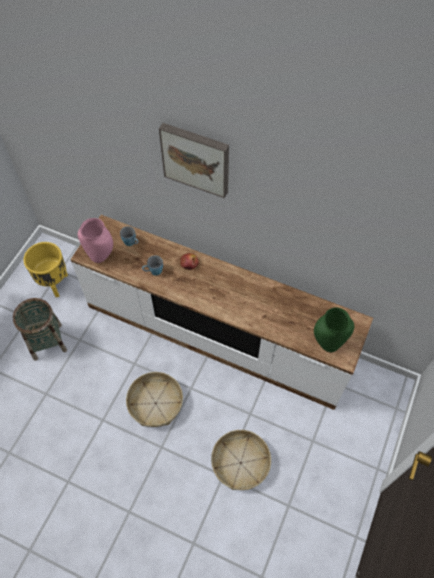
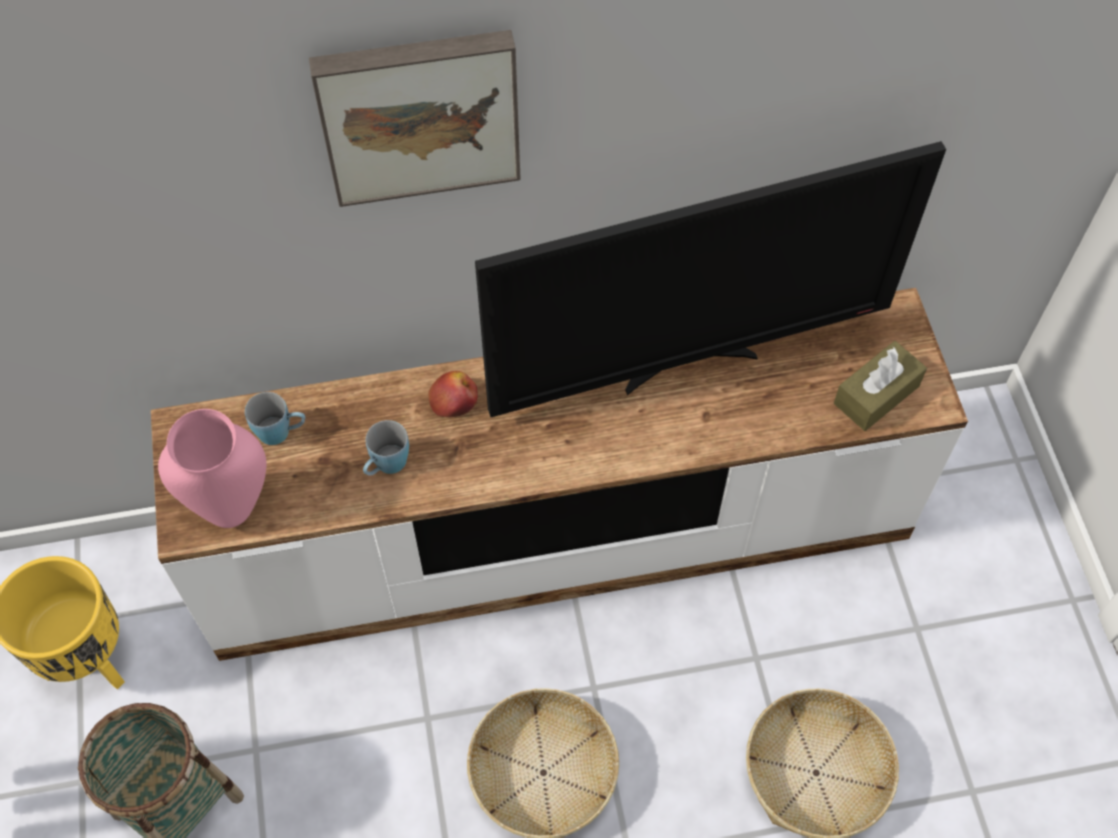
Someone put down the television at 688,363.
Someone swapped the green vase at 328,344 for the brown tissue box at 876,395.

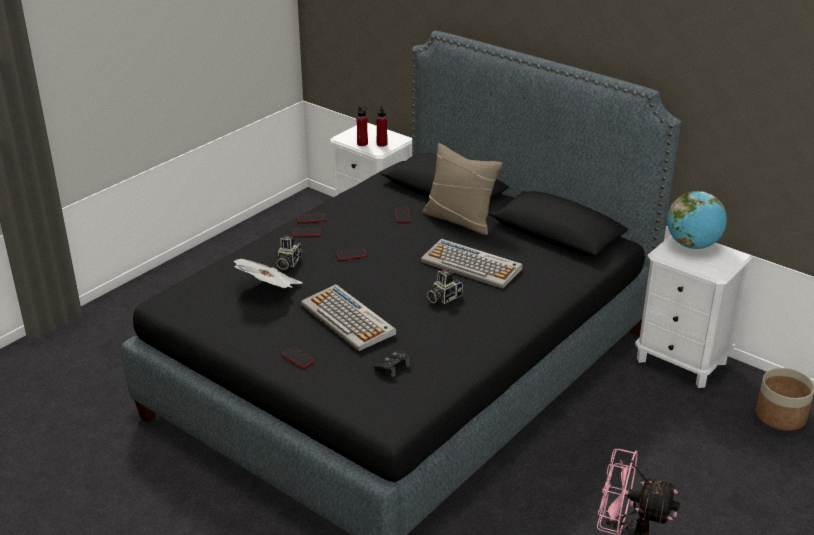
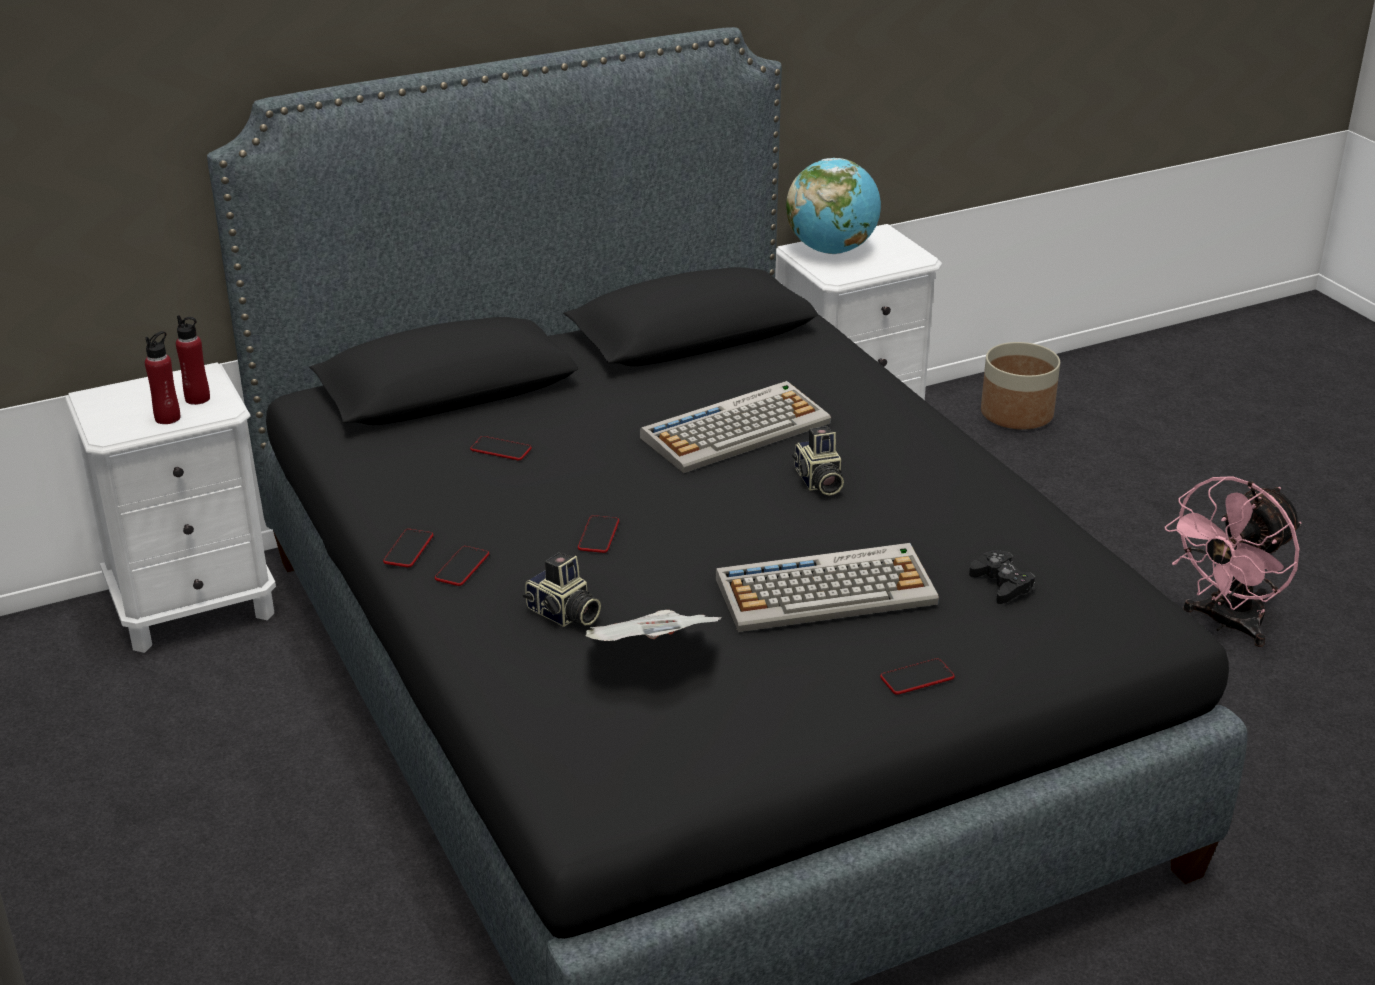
Someone took away the beige pillow at 460,220.

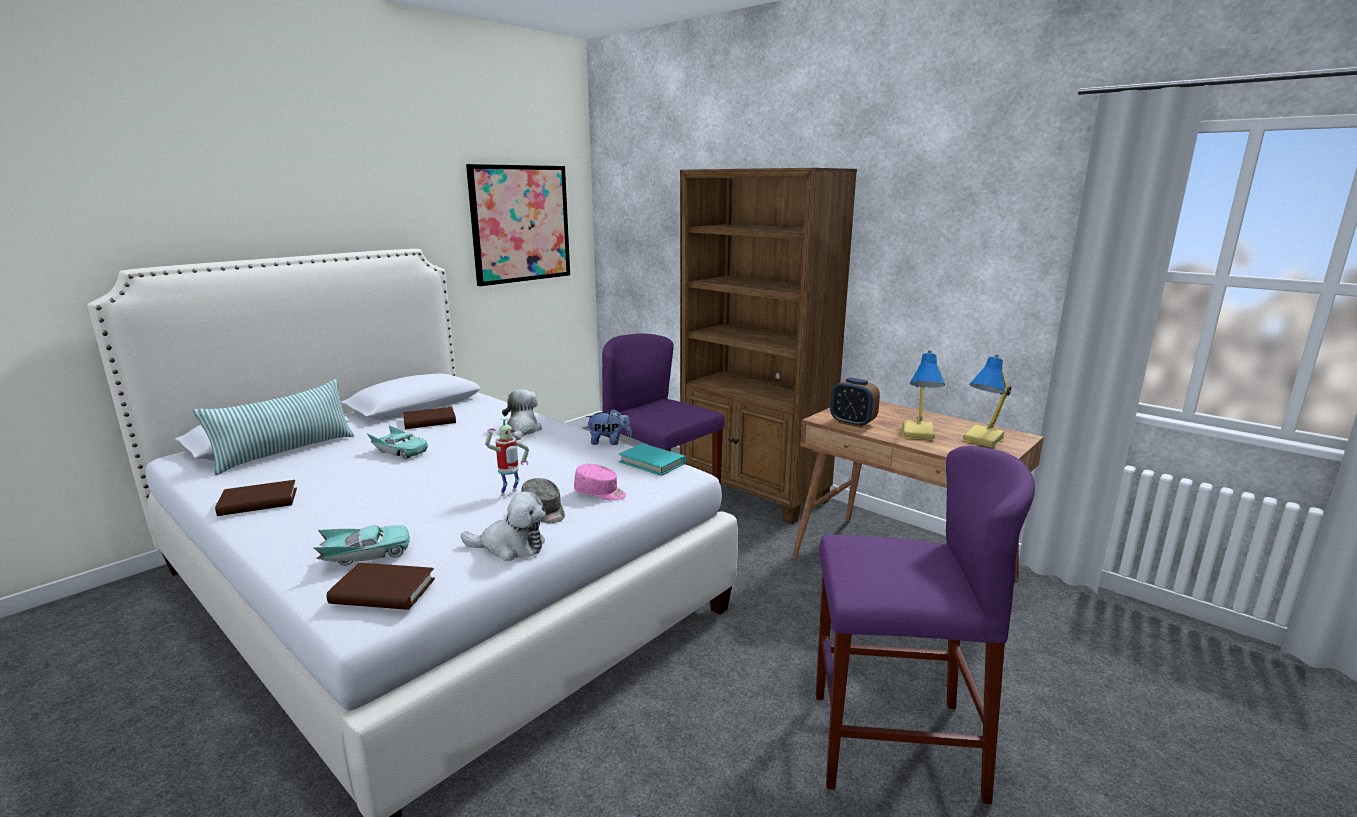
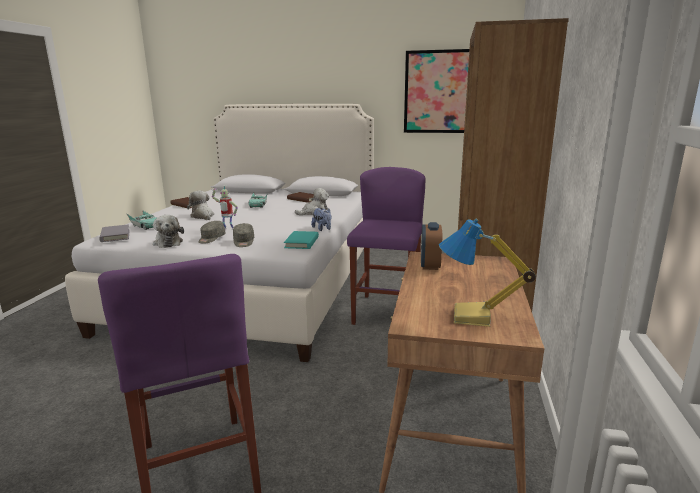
Someone took away the pillow at 285,452.
Someone took away the table lamp at 919,434.
Someone put down the plush toy at 202,216.
Someone repainted the brown book at 383,591, which became the grey book at 115,236.
Someone repainted the pink cap at 600,493, which became the grey cap at 243,242.

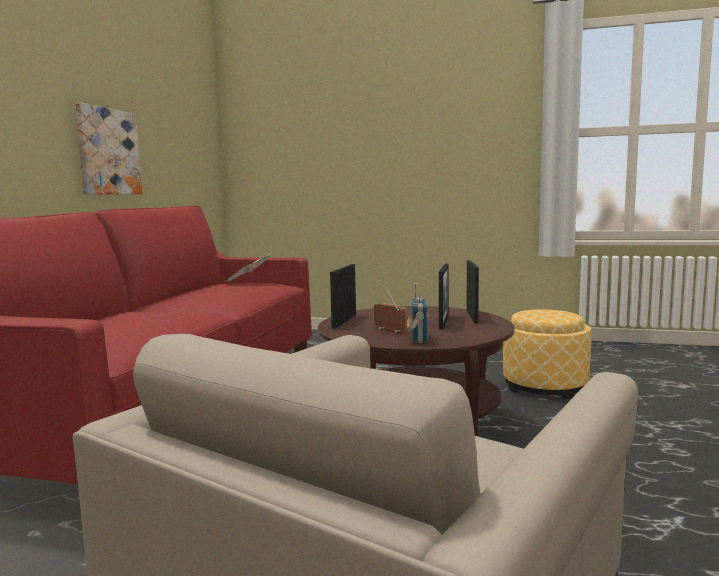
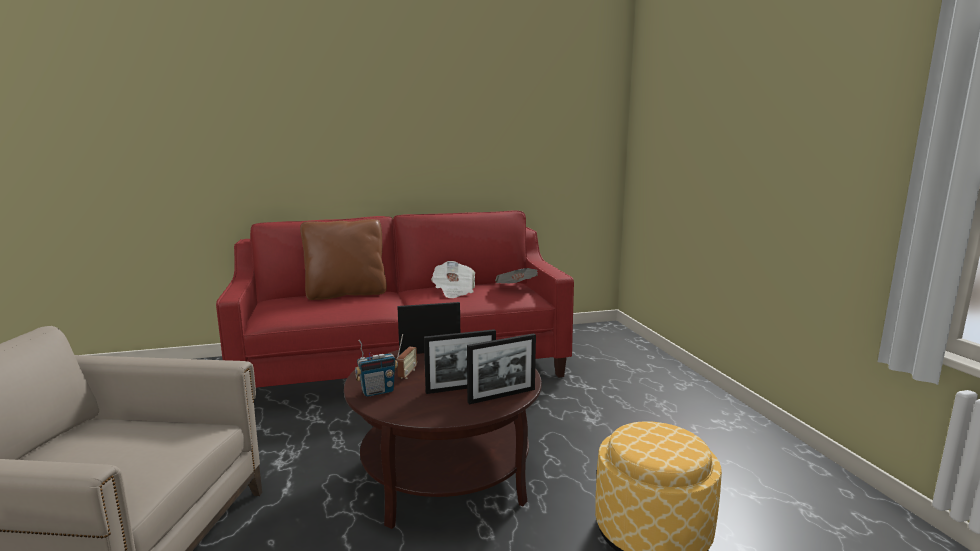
Someone took away the picture at 108,152.
Someone put down the brown pillow at 346,294.
Someone put down the newspaper at 454,292.

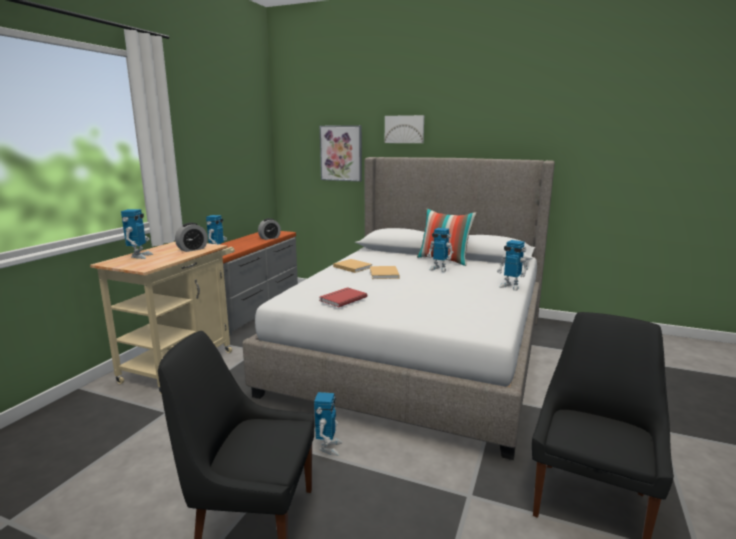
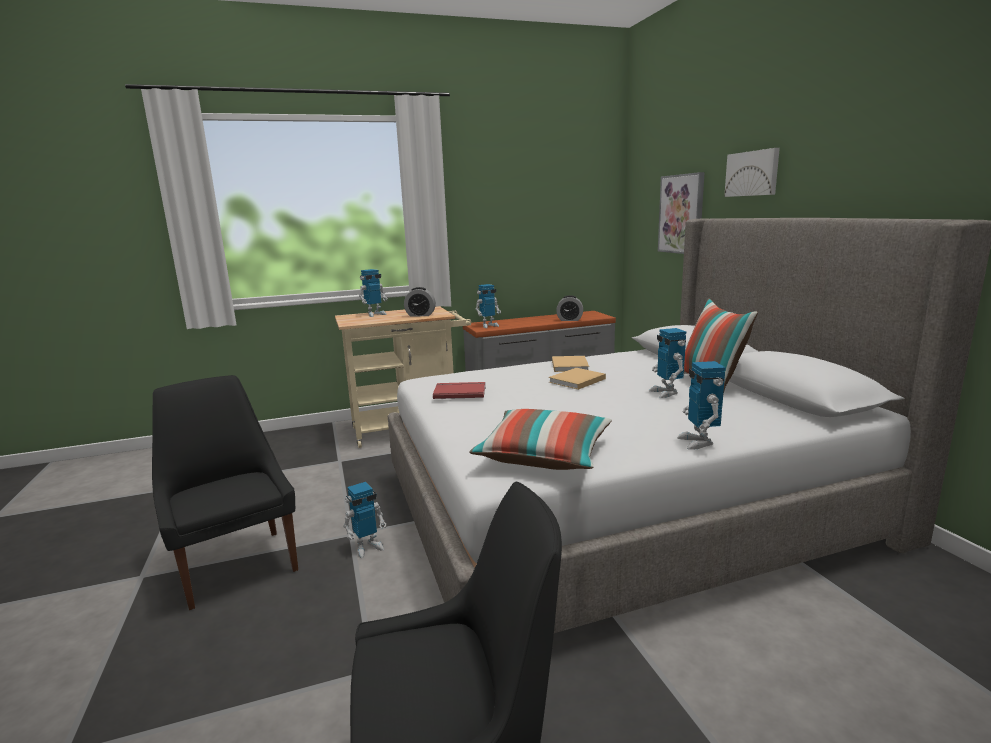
Someone put down the pillow at 544,456.

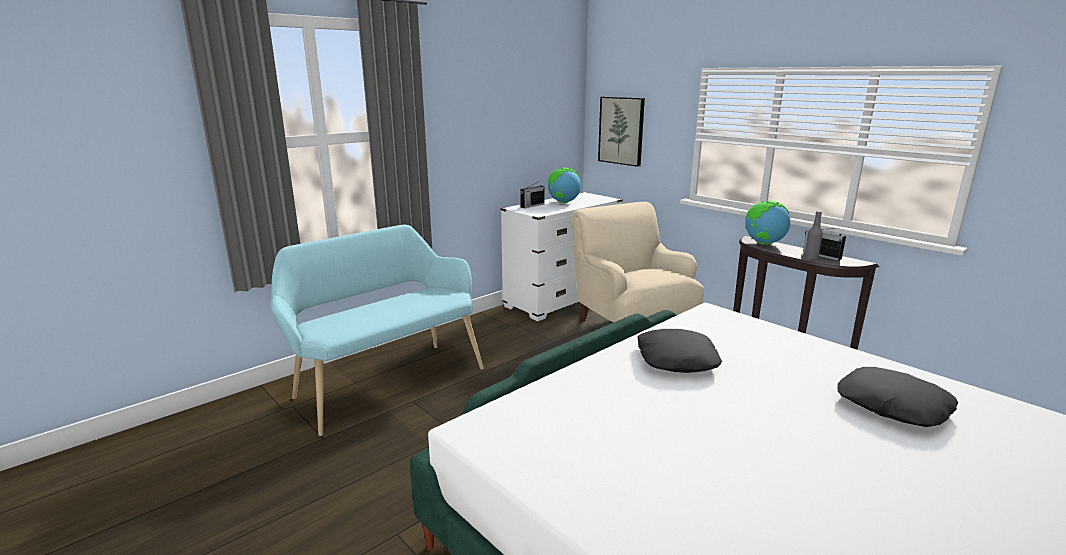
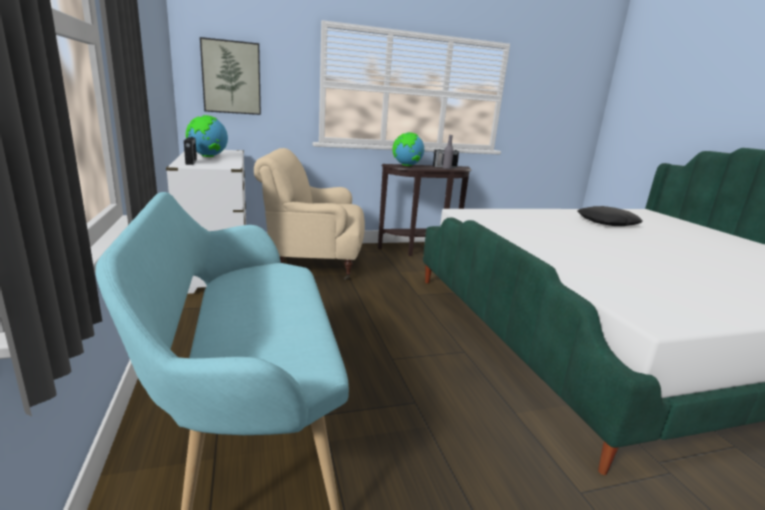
Someone took away the black pillow at 676,359.

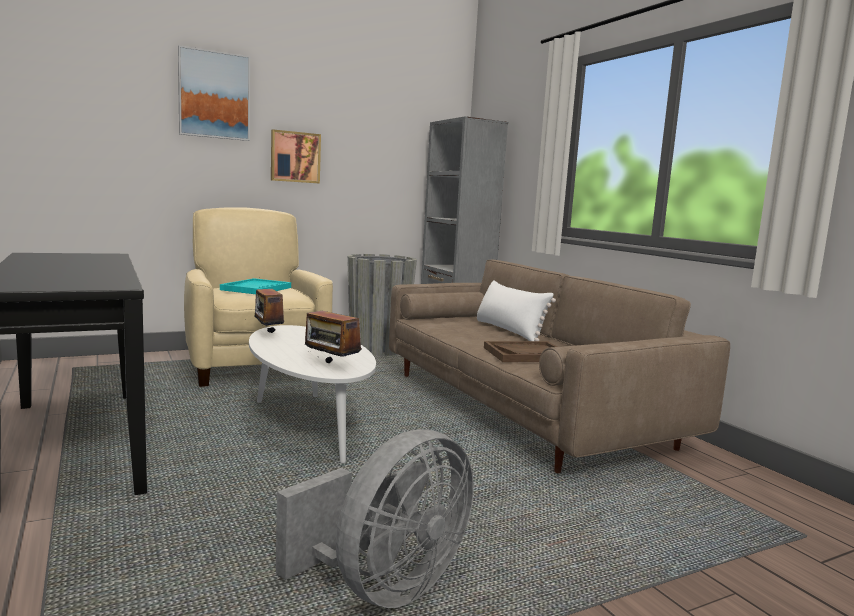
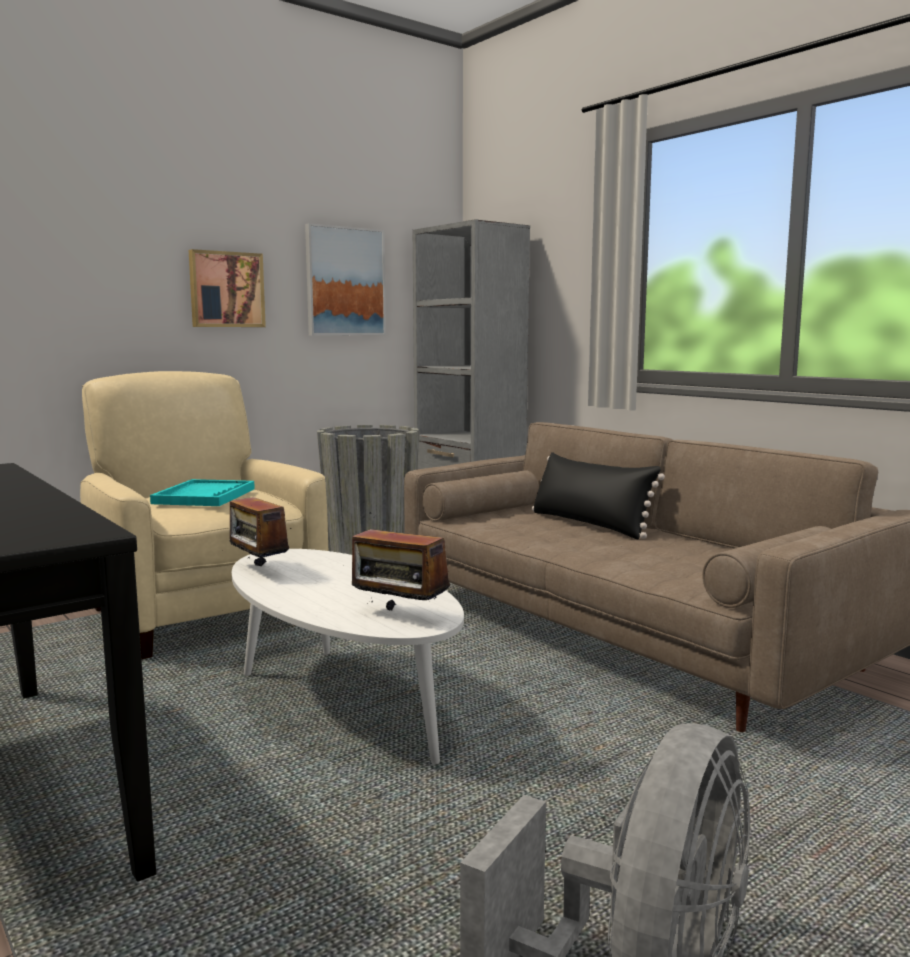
Someone took away the brown tray at 526,354.
Someone carried the picture from 214,95 to 345,282.
Someone repainted the white pillow at 509,331, which became the black pillow at 589,524.

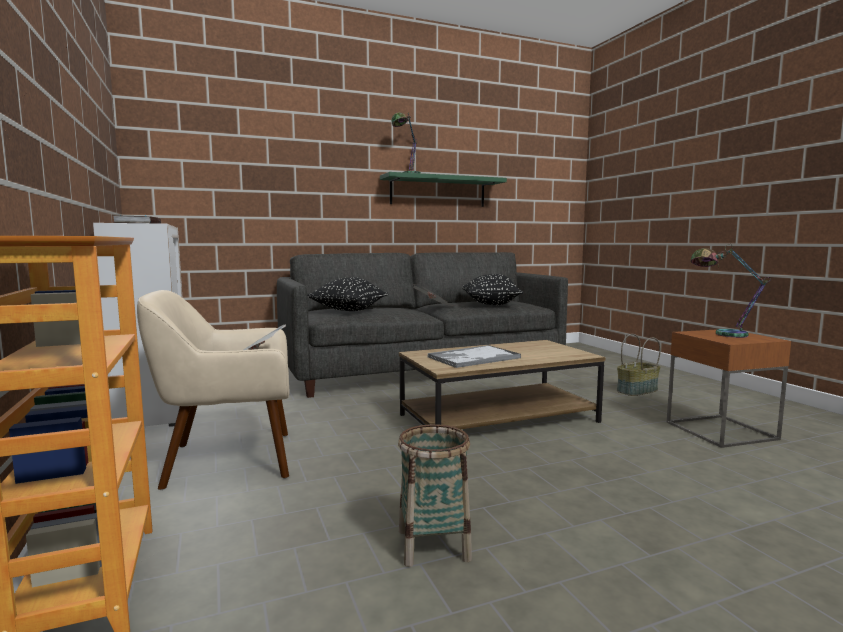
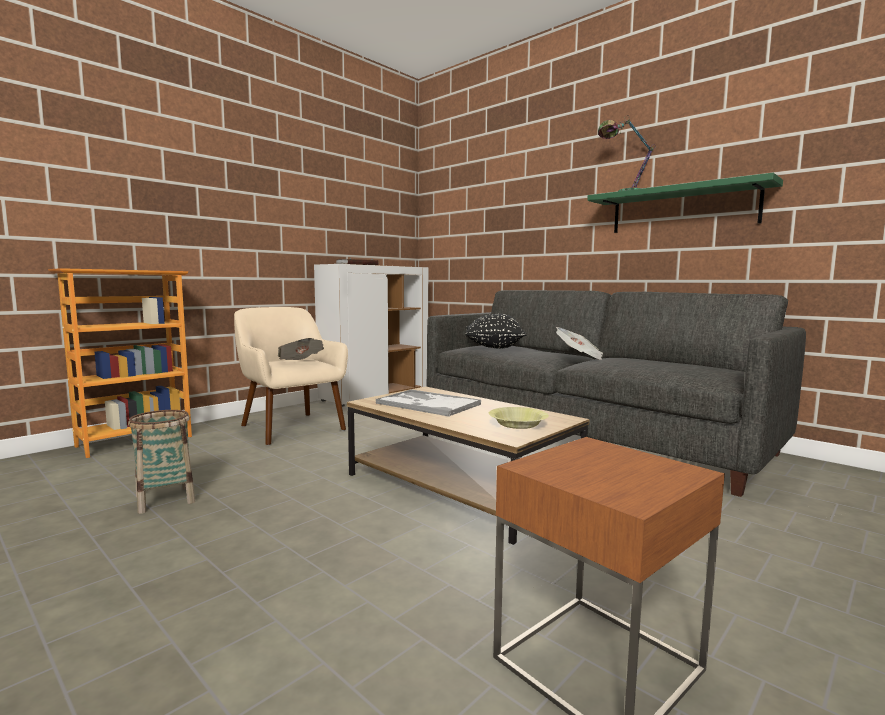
Someone took away the black pillow at 490,304.
Someone took away the basket at 637,391.
Someone took away the table lamp at 721,334.
Someone put down the yellow bowl at 517,425.

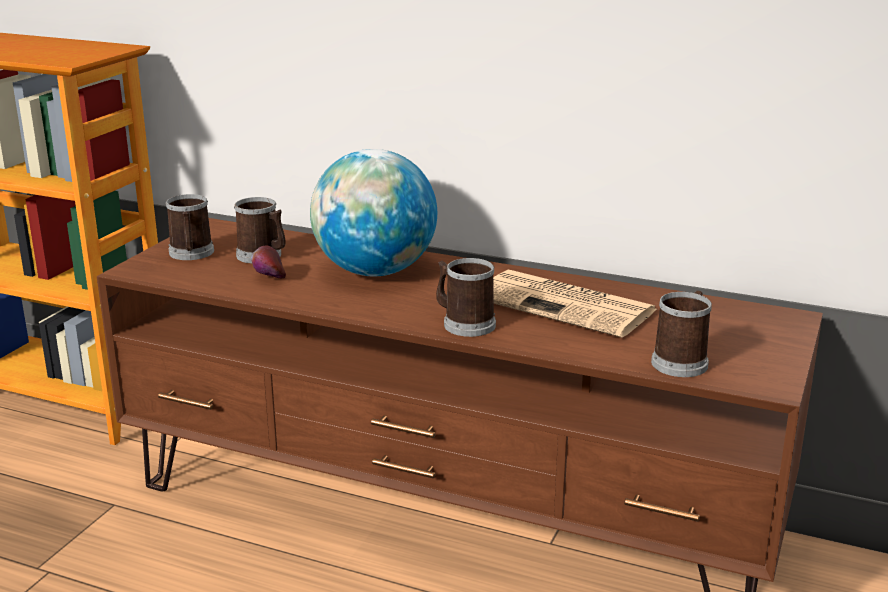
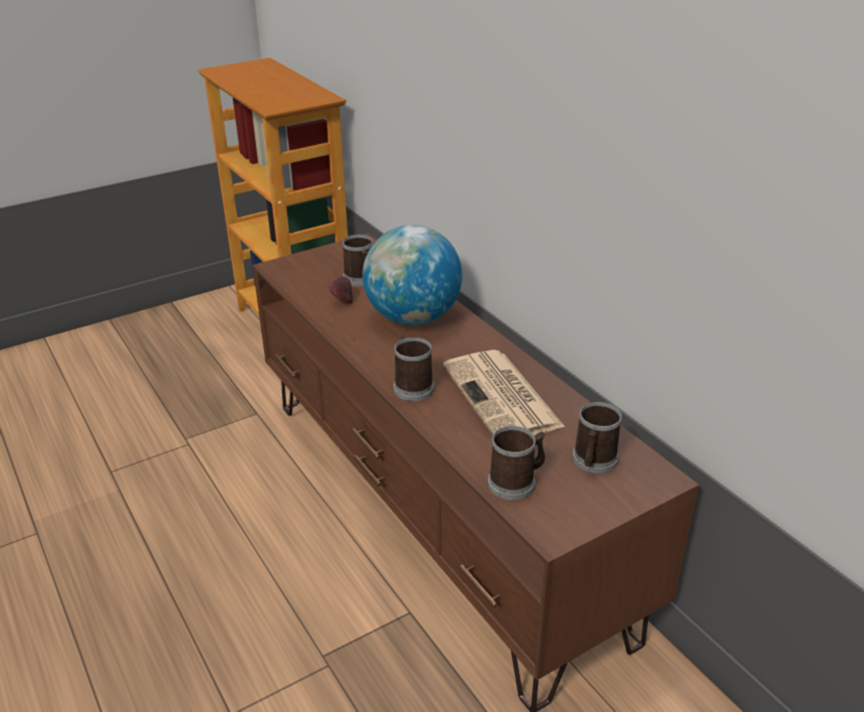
Someone carried the mug from 191,254 to 593,461.

